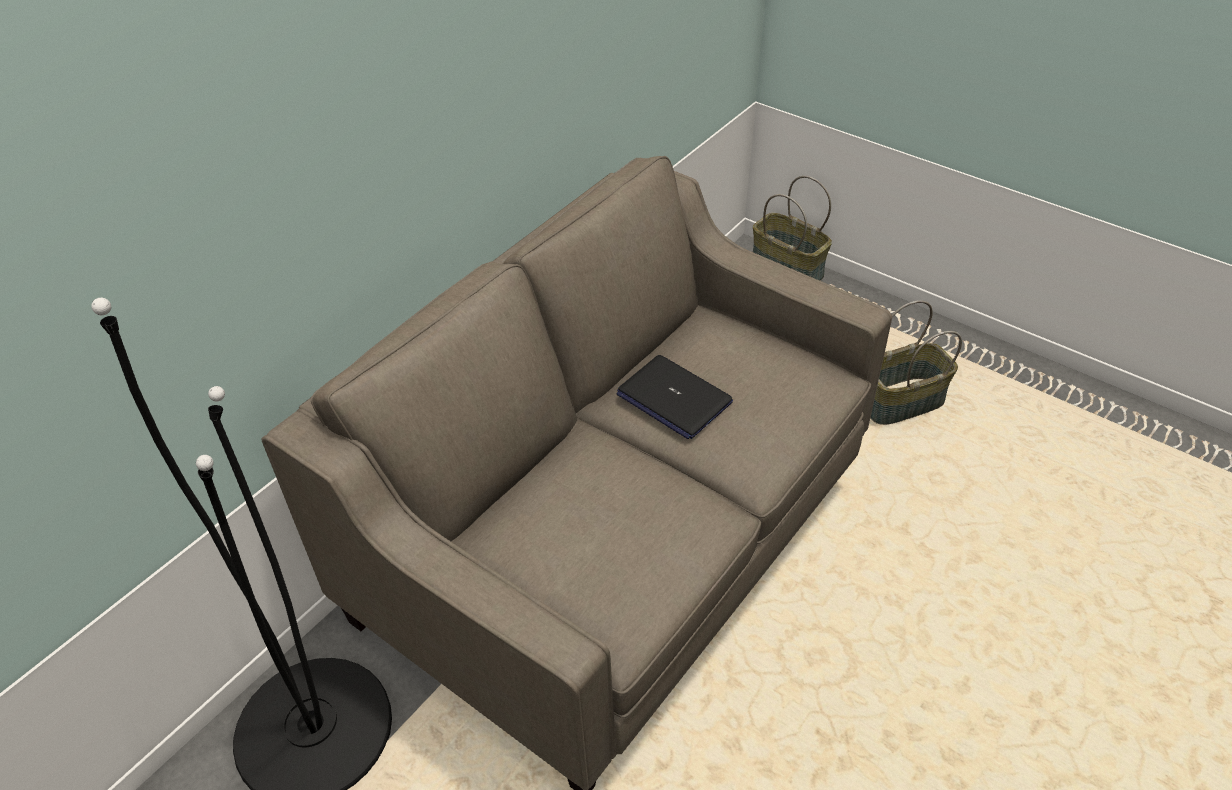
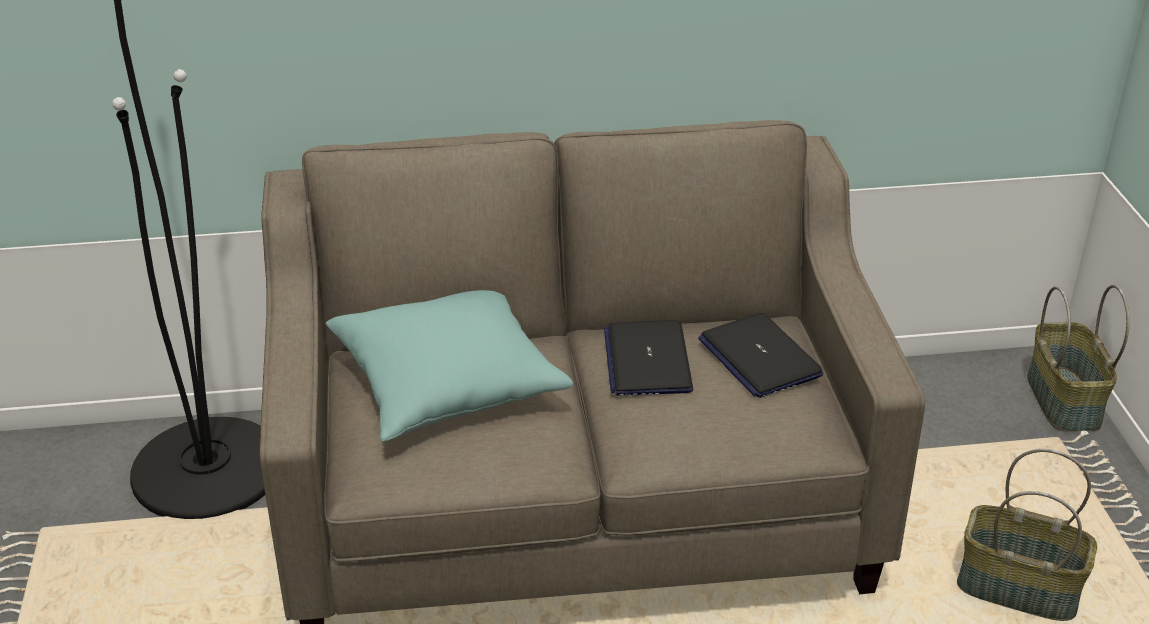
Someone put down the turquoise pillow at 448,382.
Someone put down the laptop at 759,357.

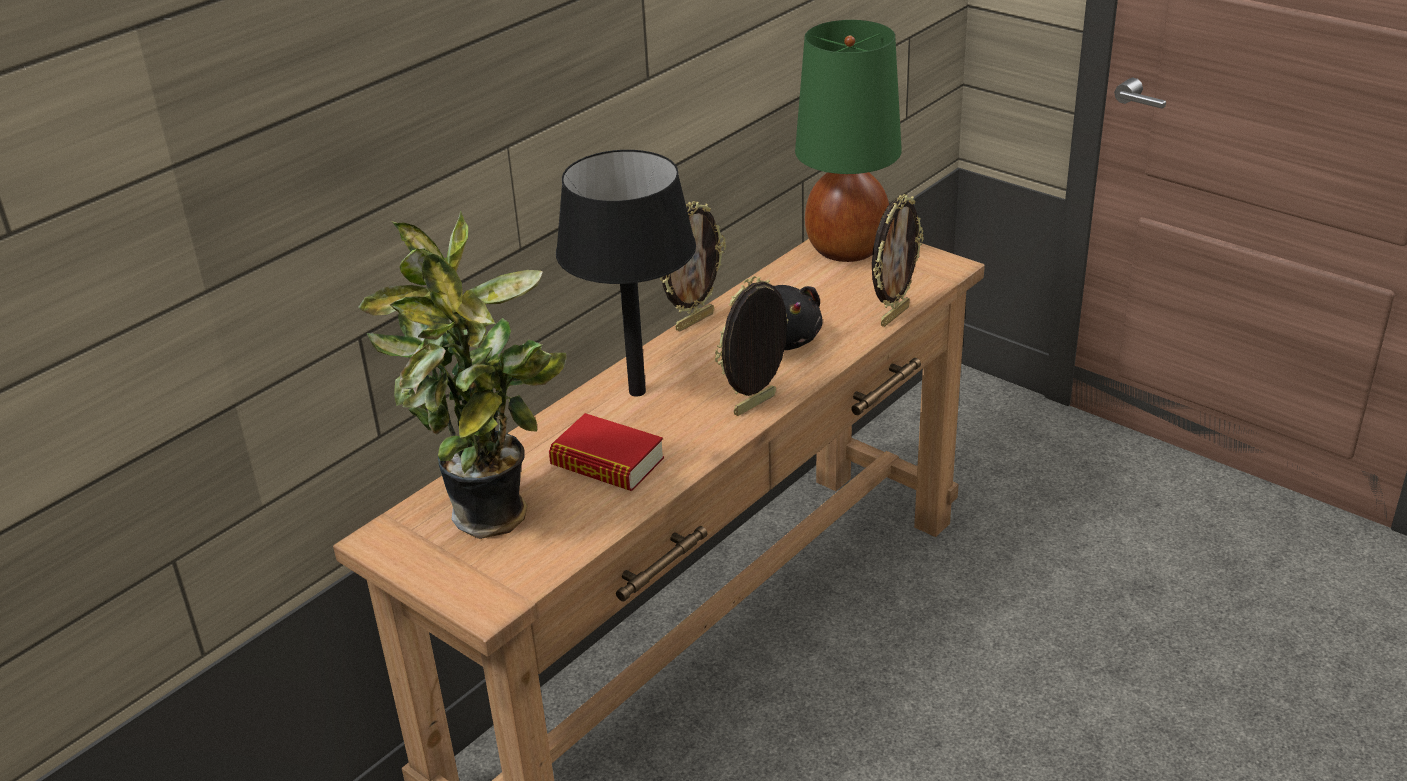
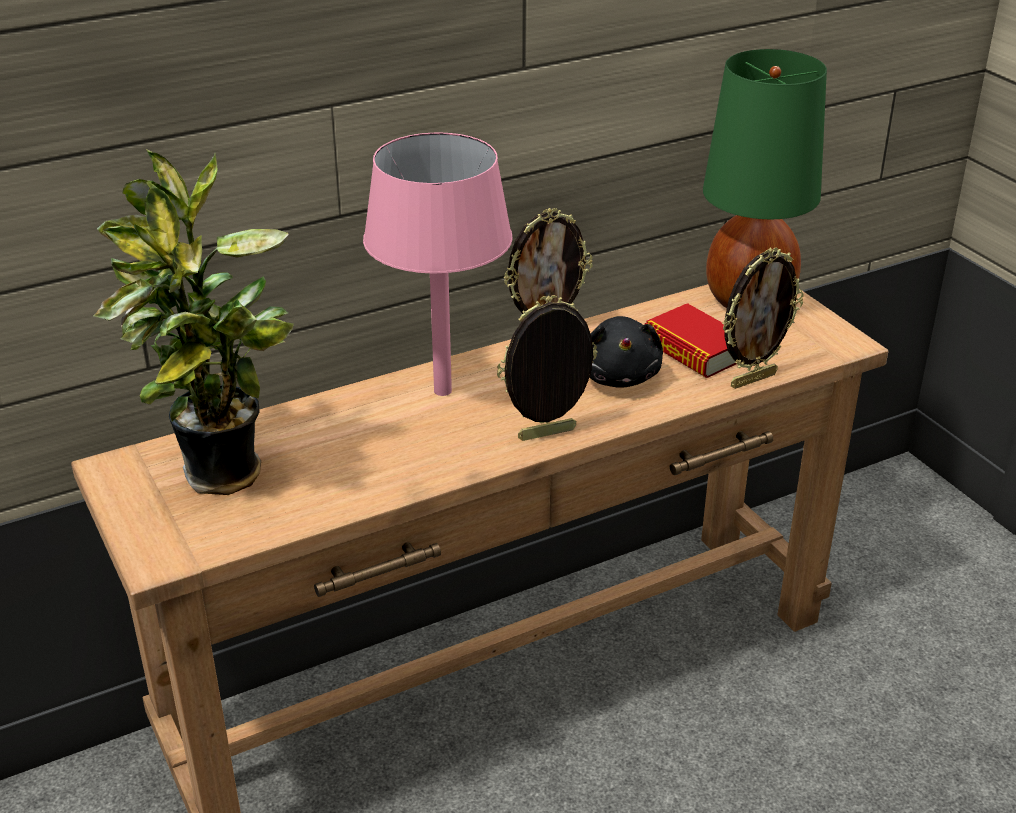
Someone carried the book from 607,462 to 694,350.
Someone repainted the black table lamp at 638,392, which became the pink table lamp at 443,391.

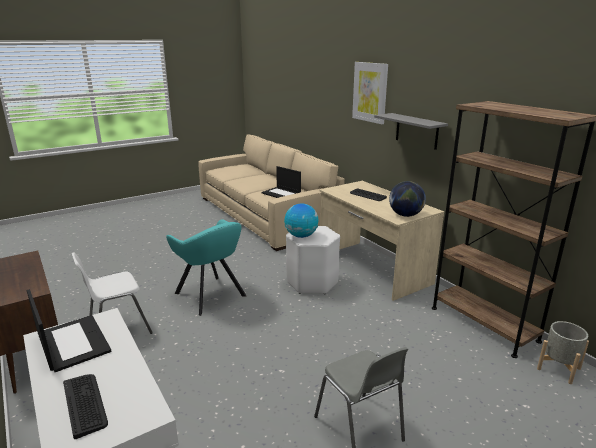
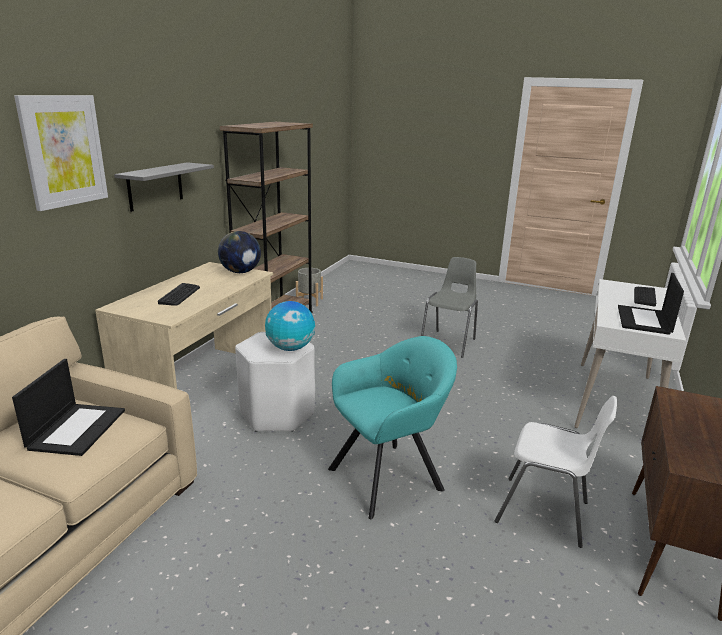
Someone rotated the turquoise armchair at 211,296 by 45 degrees clockwise.

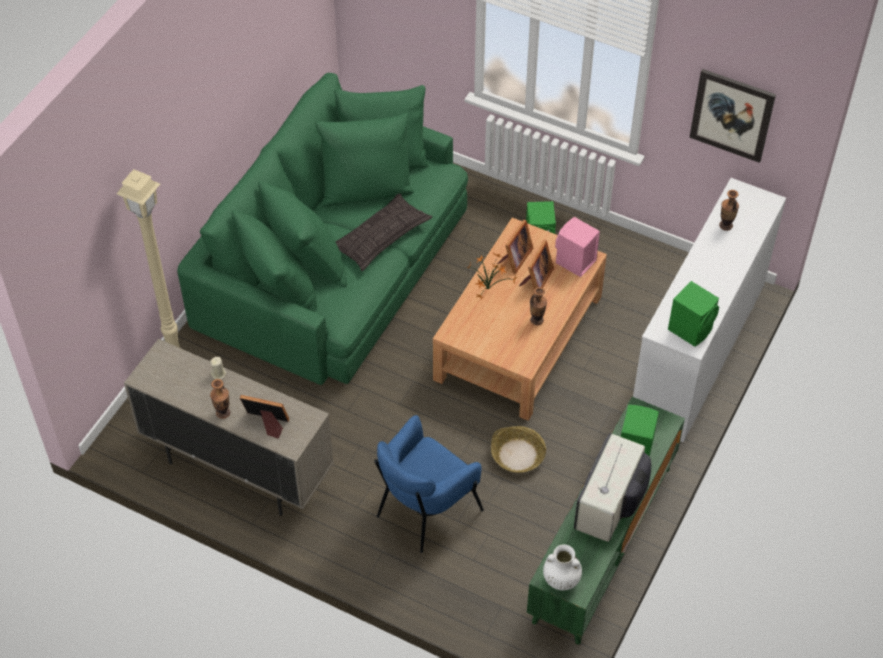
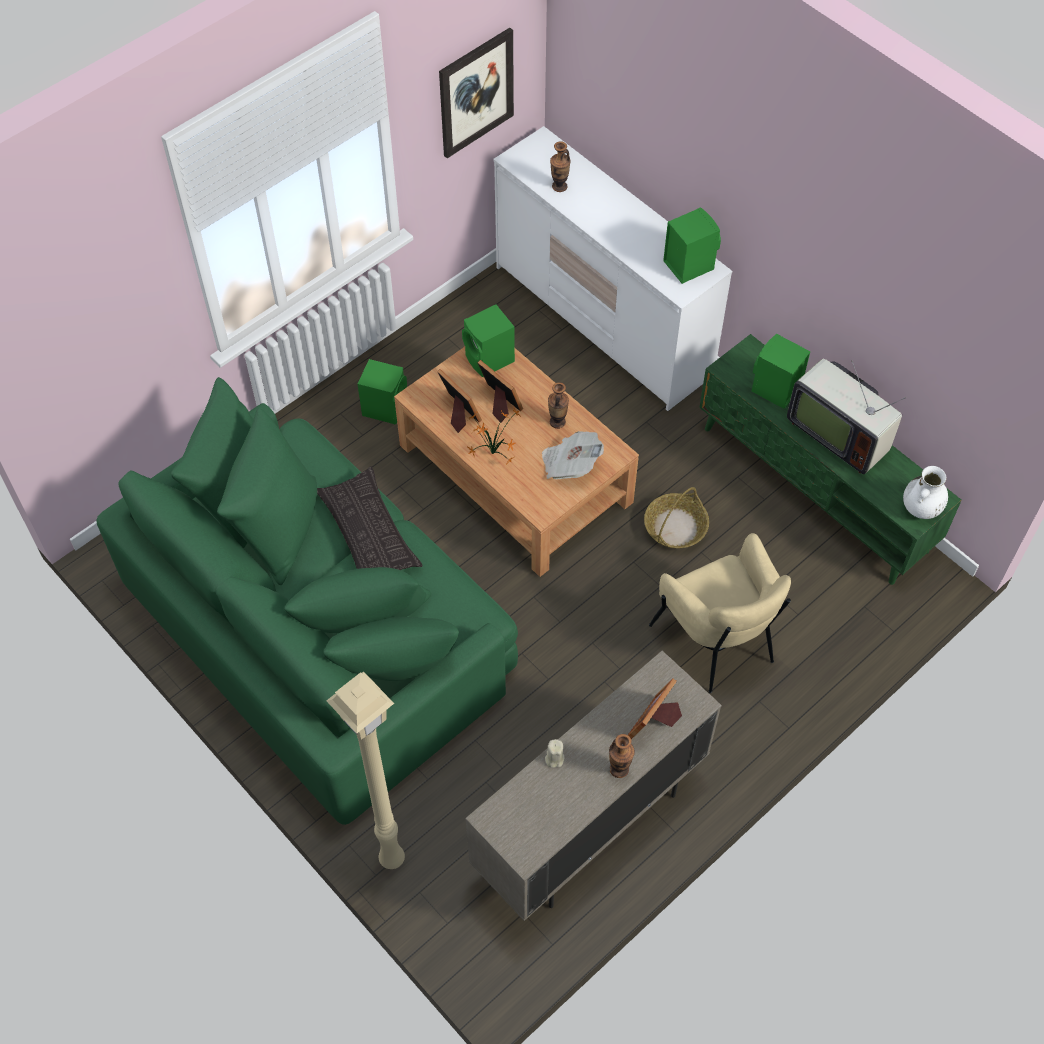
Someone put down the newspaper at 570,464.
Someone repainted the blue armchair at 425,509, which became the beige armchair at 717,640.
Someone repainted the pink speaker at 574,262, which became the green speaker at 490,360.

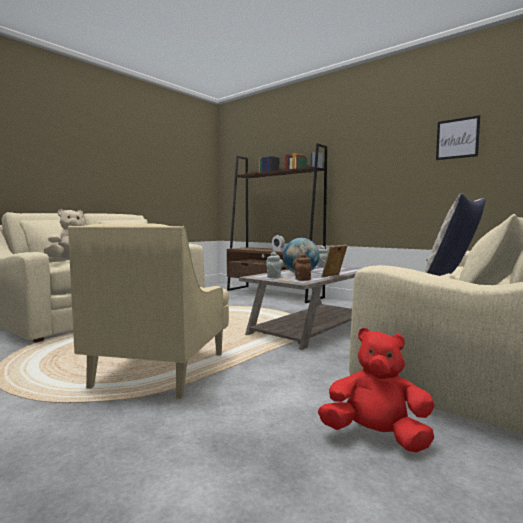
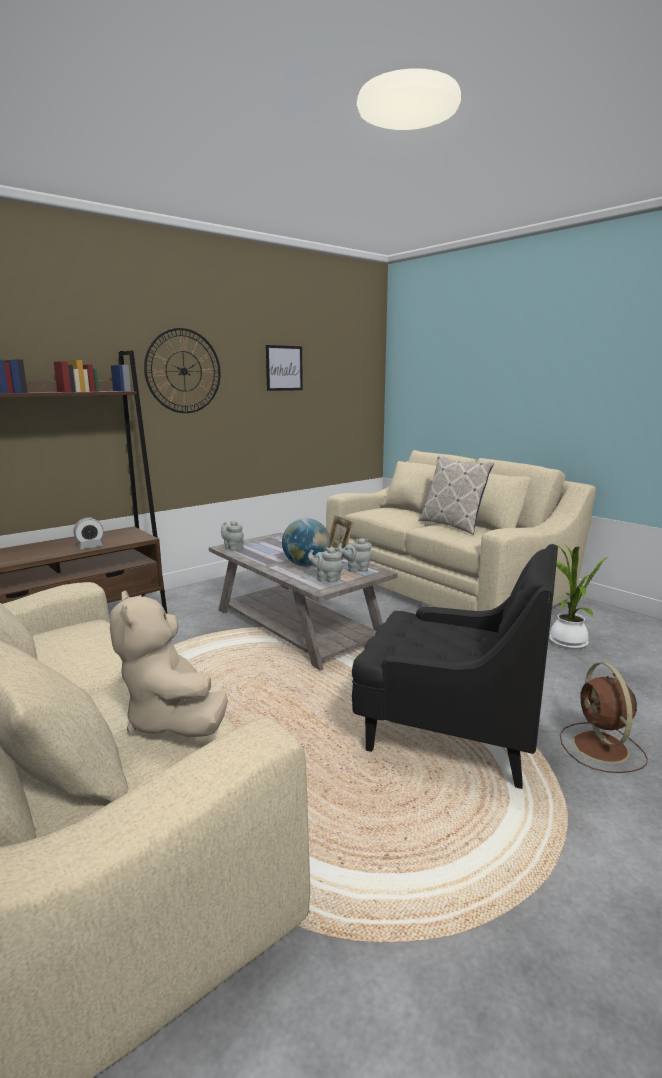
Someone put up the wall clock at 183,371.
Someone put down the brown fan at 601,749.
Someone swapped the red plush toy at 376,437 for the potted plant at 567,643.
Someone repainted the beige armchair at 162,369, which became the black armchair at 449,734.
Someone repainted the brown teapot at 302,279, which became the grey teapot at 356,569.

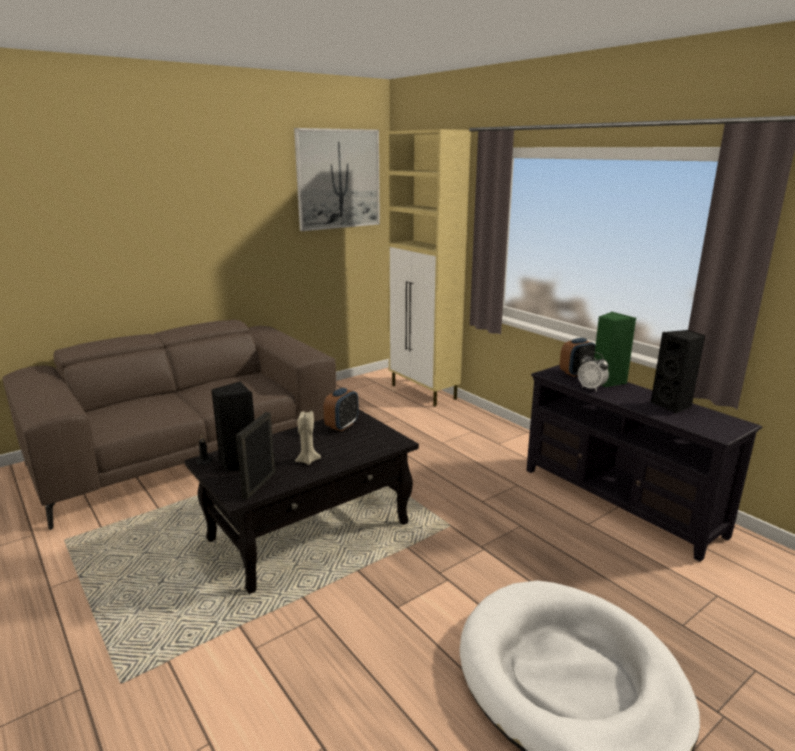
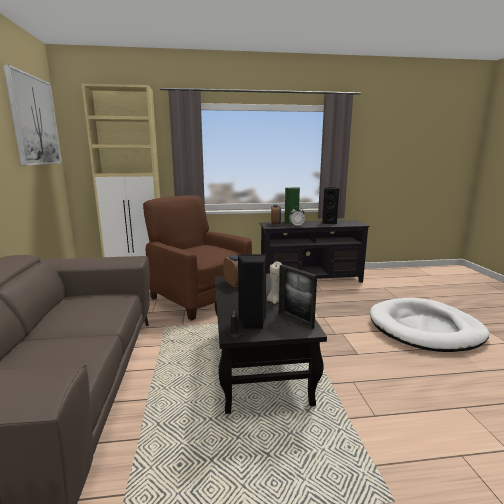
Someone put down the brown armchair at 199,297.

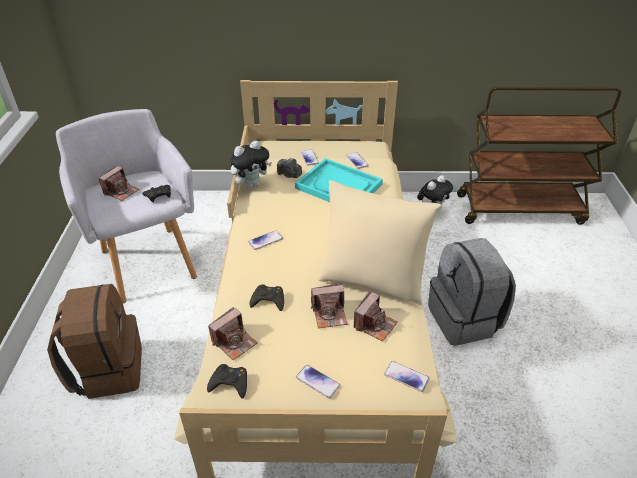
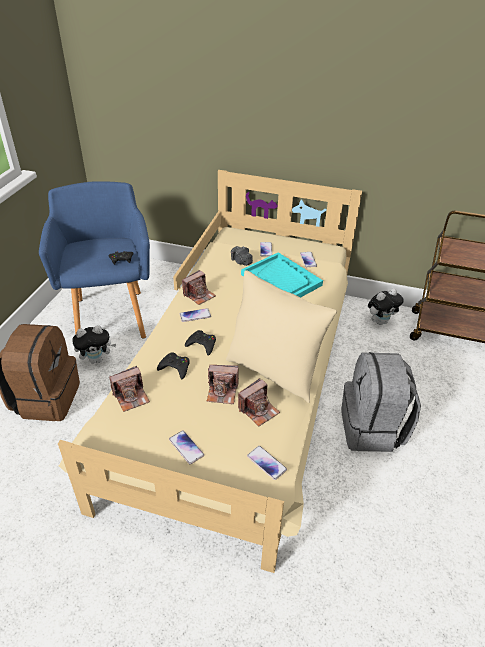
Someone carried the photo camera from 121,191 to 199,295.
Someone carried the black game controller from 230,383 to 202,345.
Someone carried the plush toy from 251,184 to 97,359.
Someone repainted the grey armchair at 147,259, which became the blue armchair at 111,314.

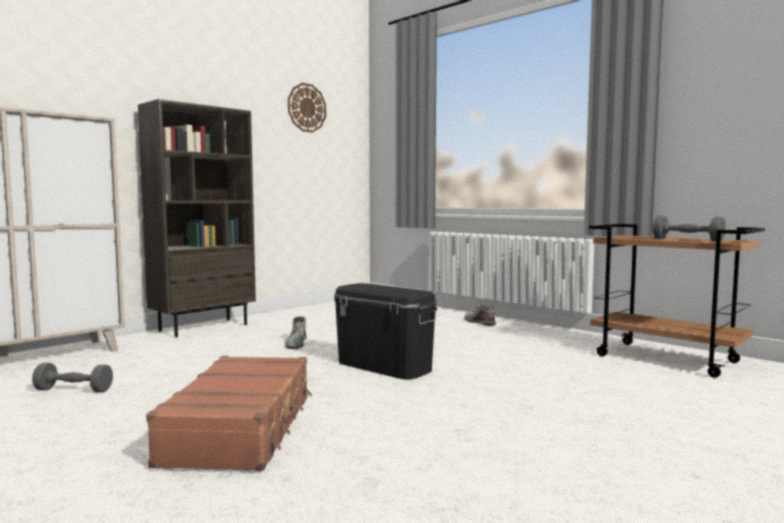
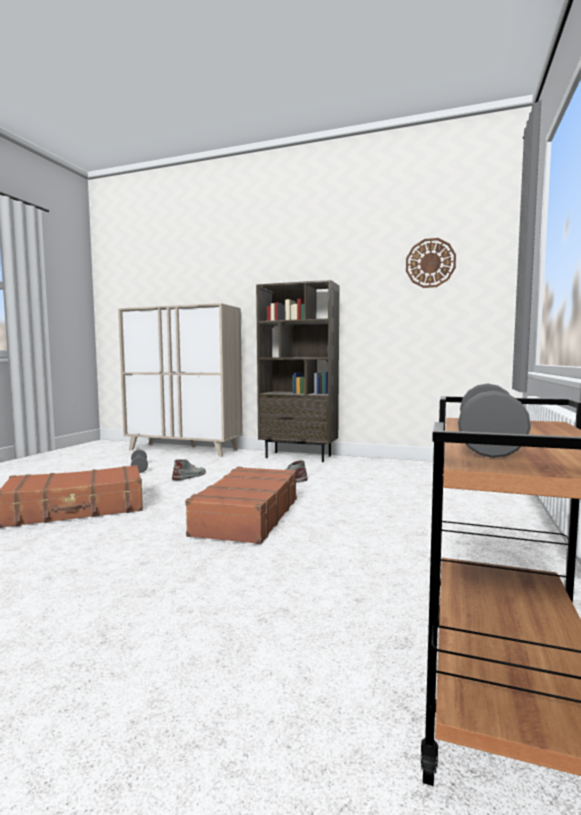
Someone carried the grey boot from 479,322 to 190,476.
Someone swapped the black storage box at 384,366 for the brown suitcase at 246,516.

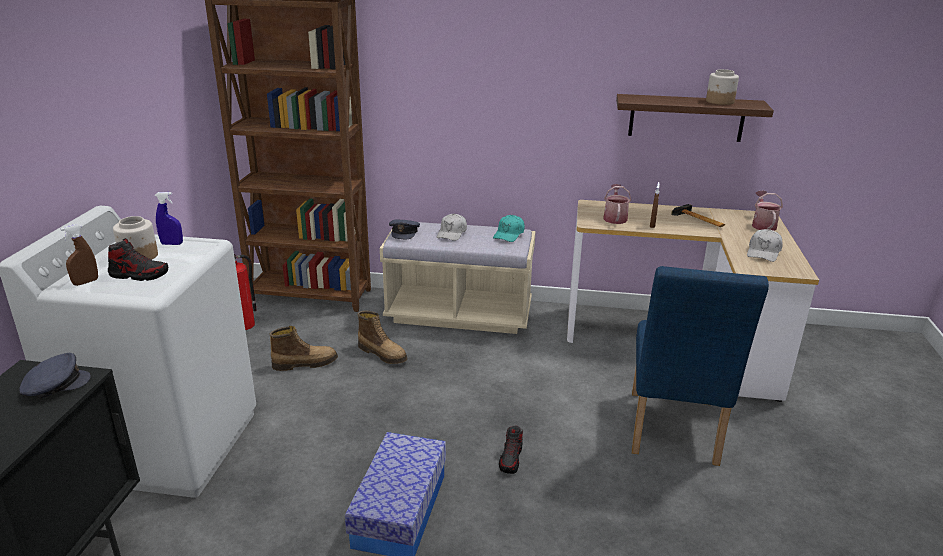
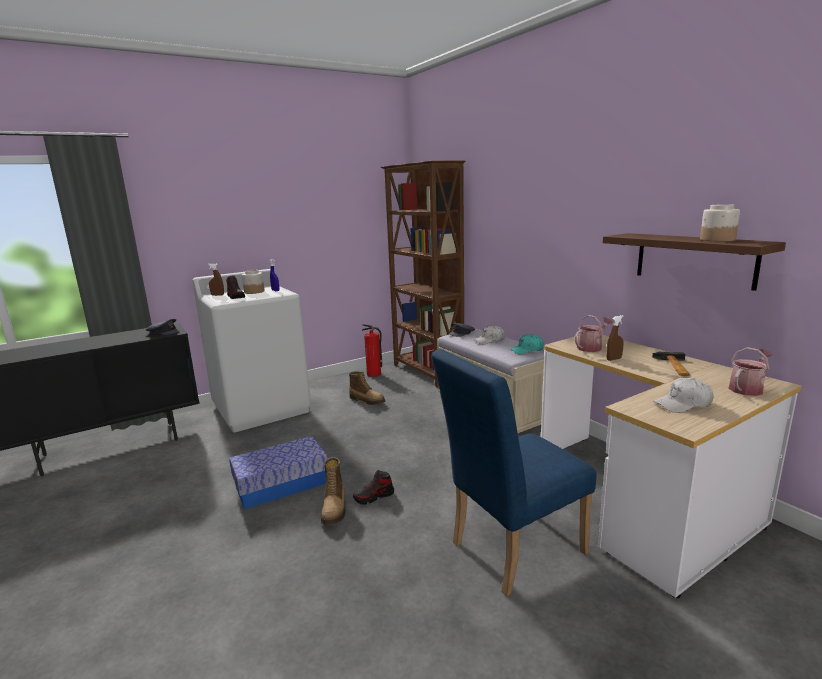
Someone carried the boot from 383,354 to 335,509.

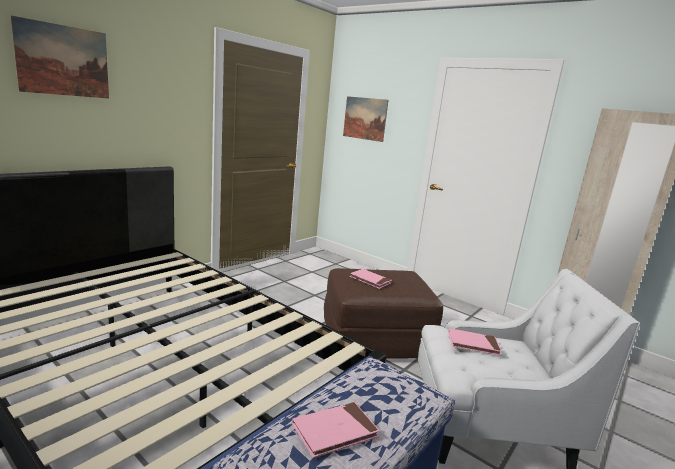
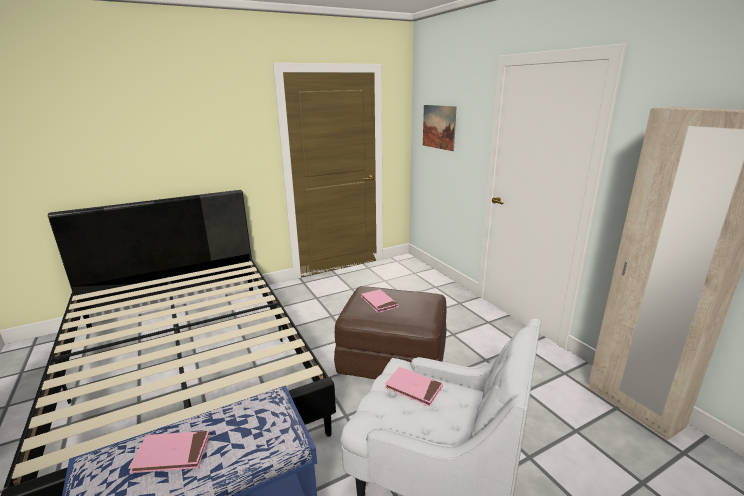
Someone took away the picture at 63,60.

